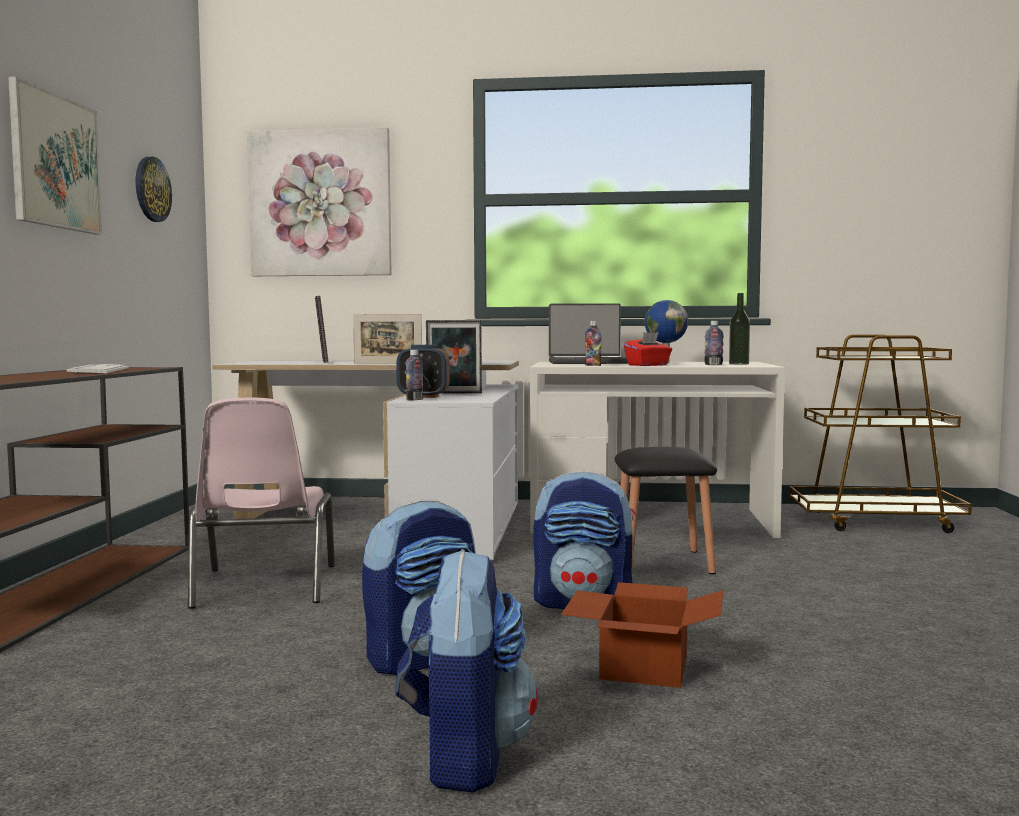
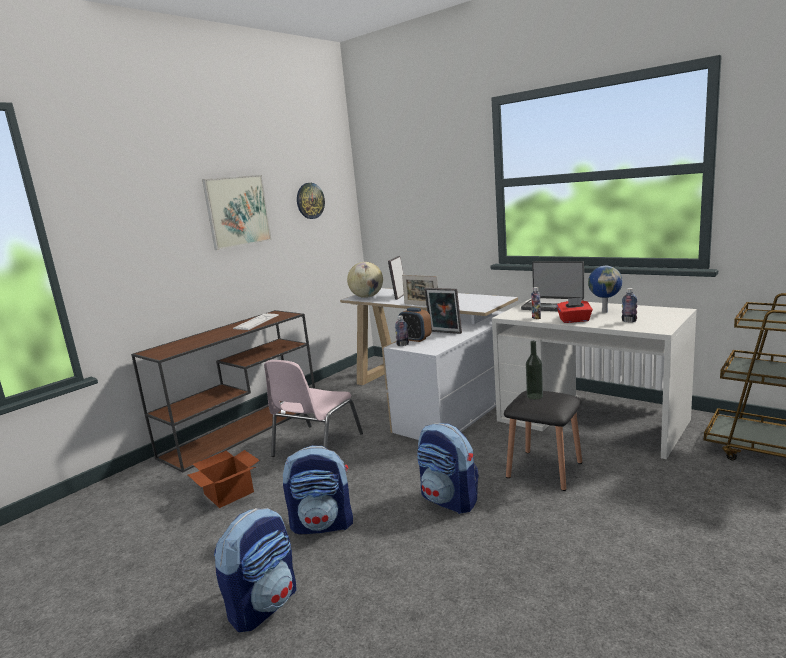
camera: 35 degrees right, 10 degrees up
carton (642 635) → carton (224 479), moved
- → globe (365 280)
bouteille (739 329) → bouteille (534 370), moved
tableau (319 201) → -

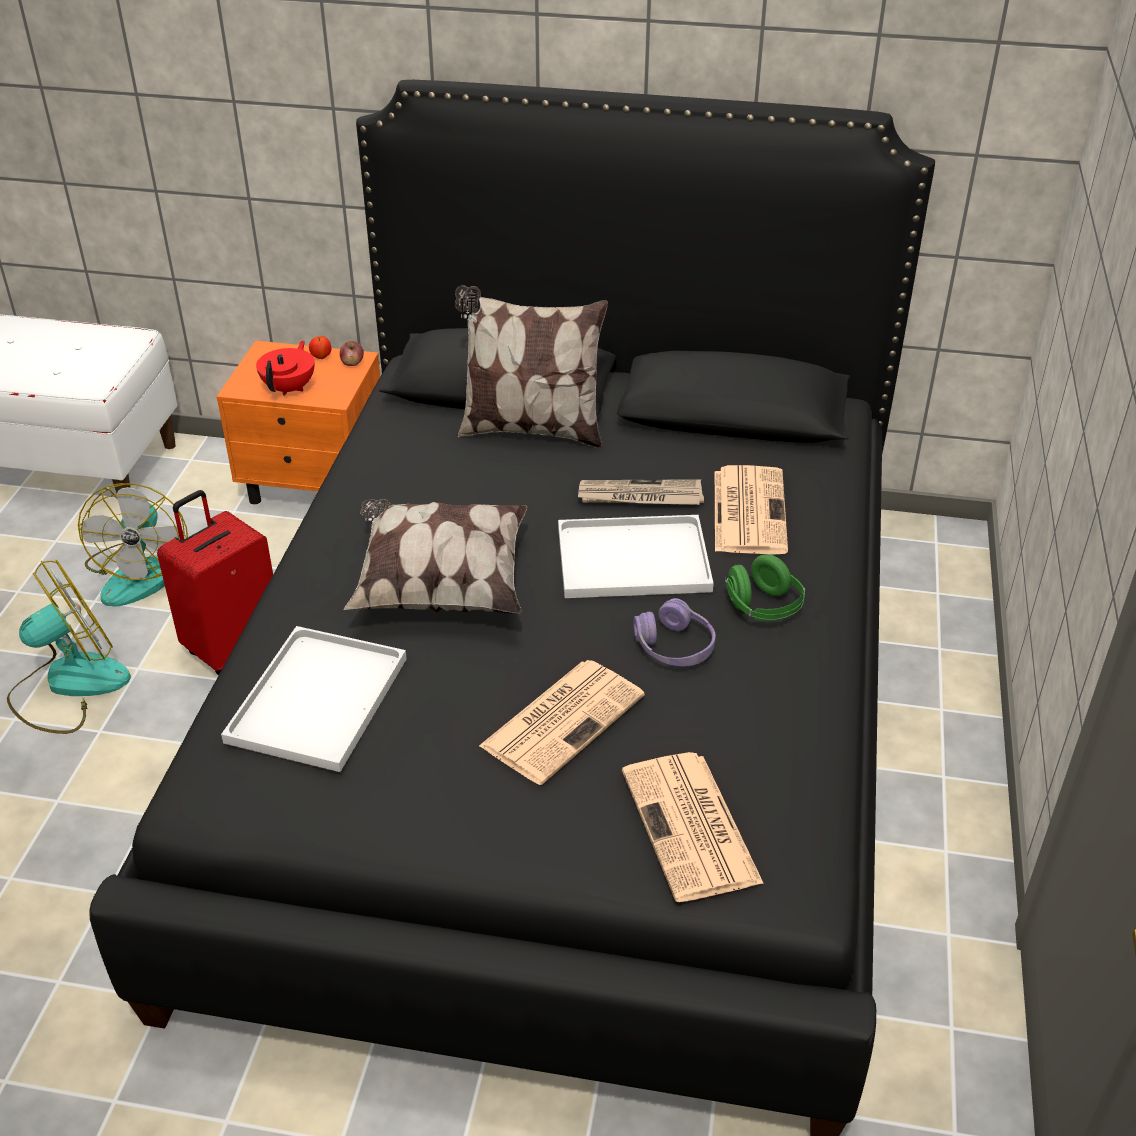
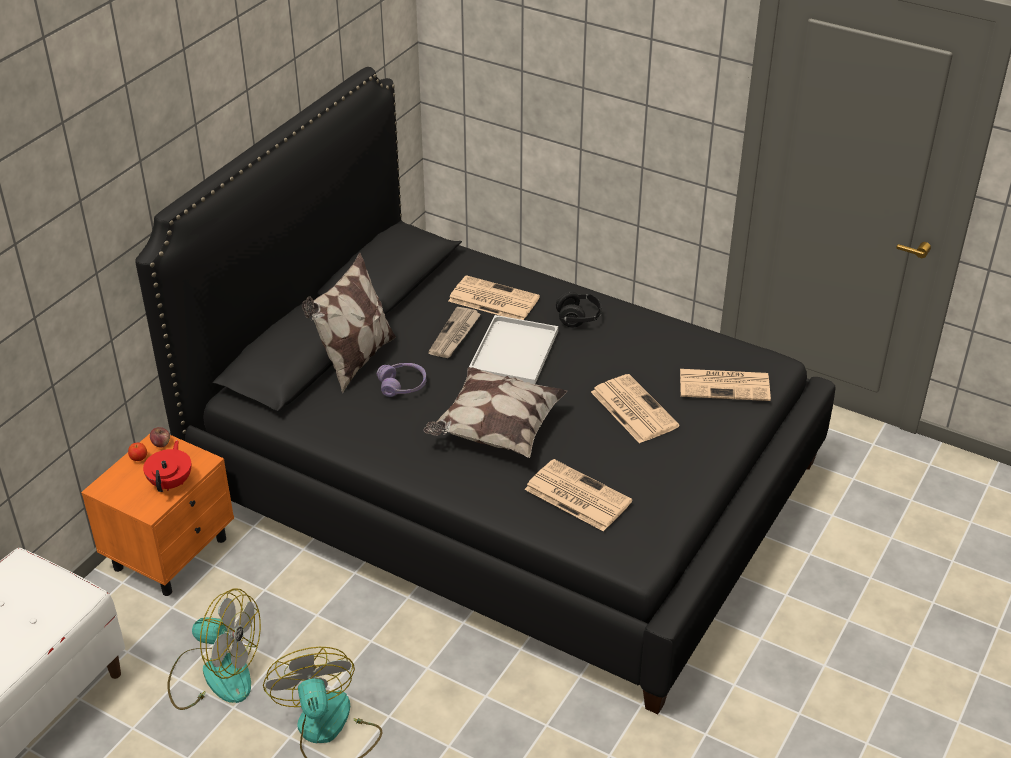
camera: 70 degrees left, 0 degrees up
théière/rouge (285 368) → théière/rouge (167 466), 60 degrees clockwise
casque audio/violet (674 632) → casque audio/violet (401 380), moved
plateau/blanc (314 699) → journal (578 495)
casque audio/vert (765 587) → casque audio/noir (579 309)
valise/rouge (215 582) → -

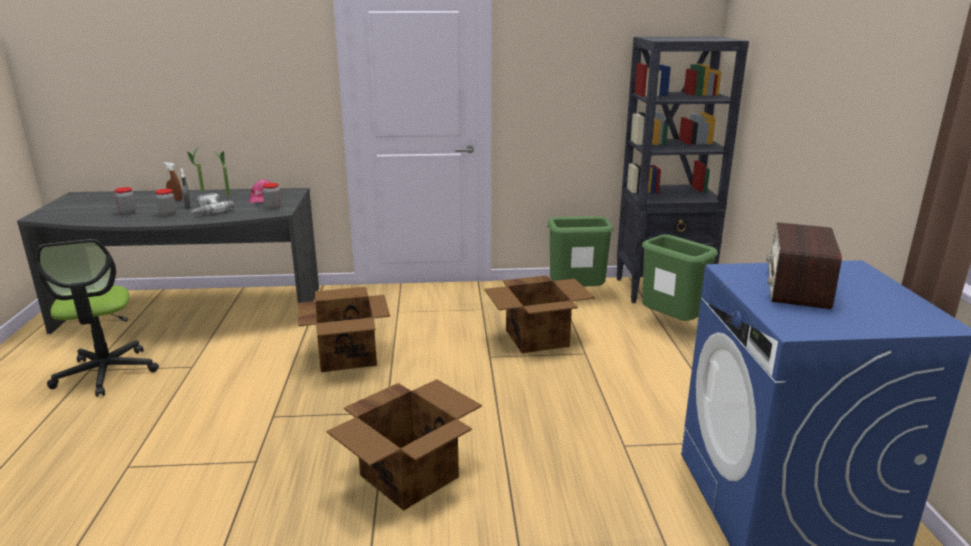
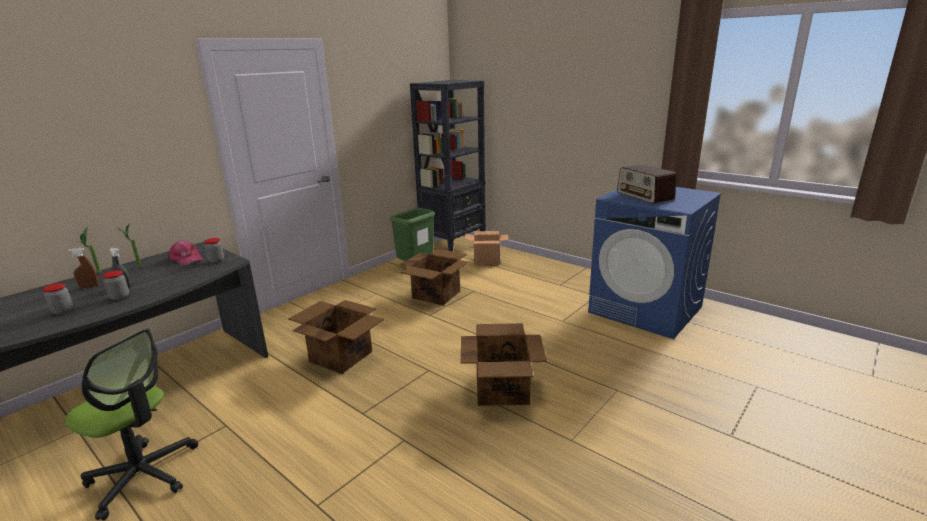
camera: 45 degrees left, 0 degrees up
poubelle/vert (680 277) → carton (487 248)
perceuse (213 203) → -

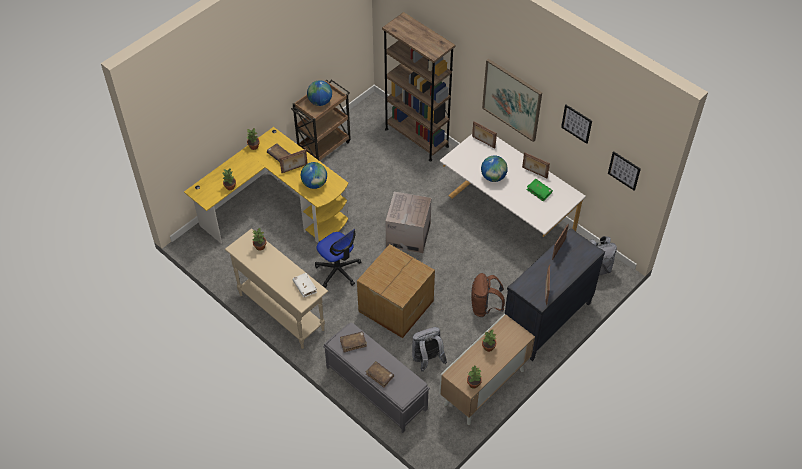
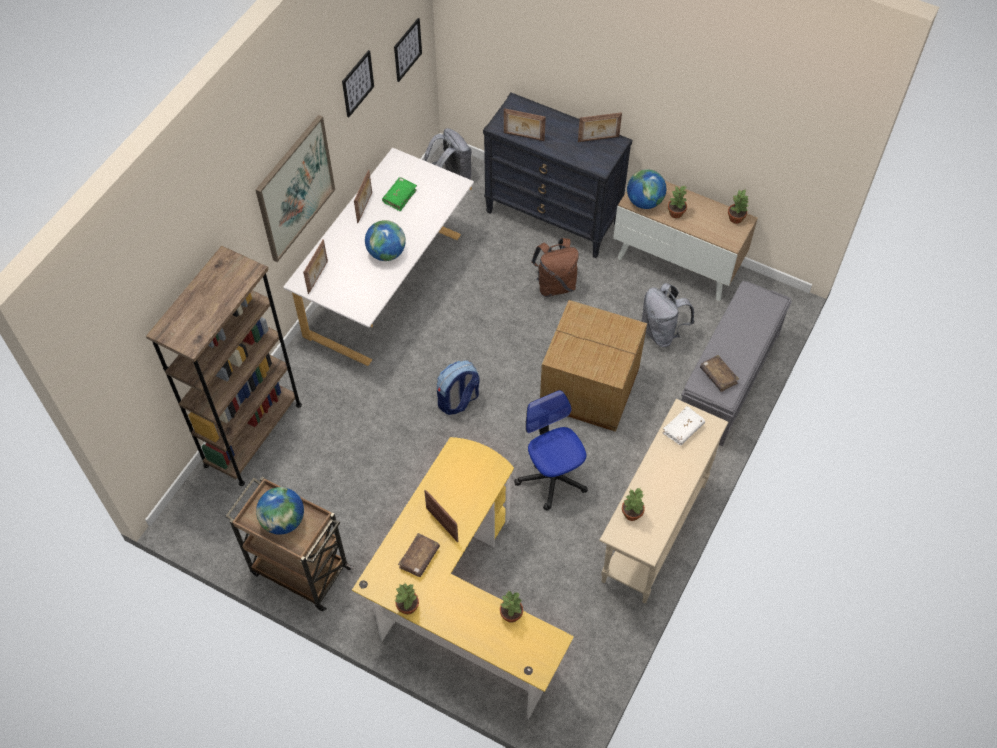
camera: 105 degrees left, 5 degrees up
carton (409 222) → sac à dos (458 387)
chaise de bureau (338 258) → chaise de bureau (551 450), 60 degrees counterclockwise
globe (314 175) → globe (646 189), moved
livre/marron (380 374) → -

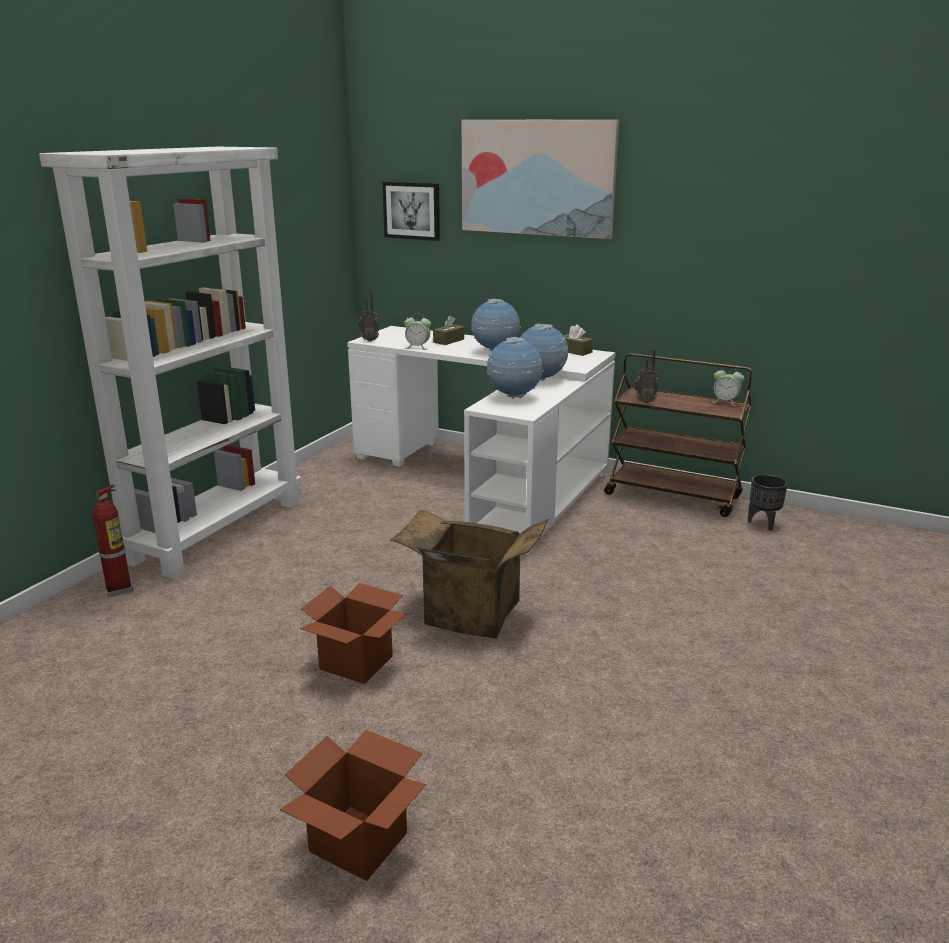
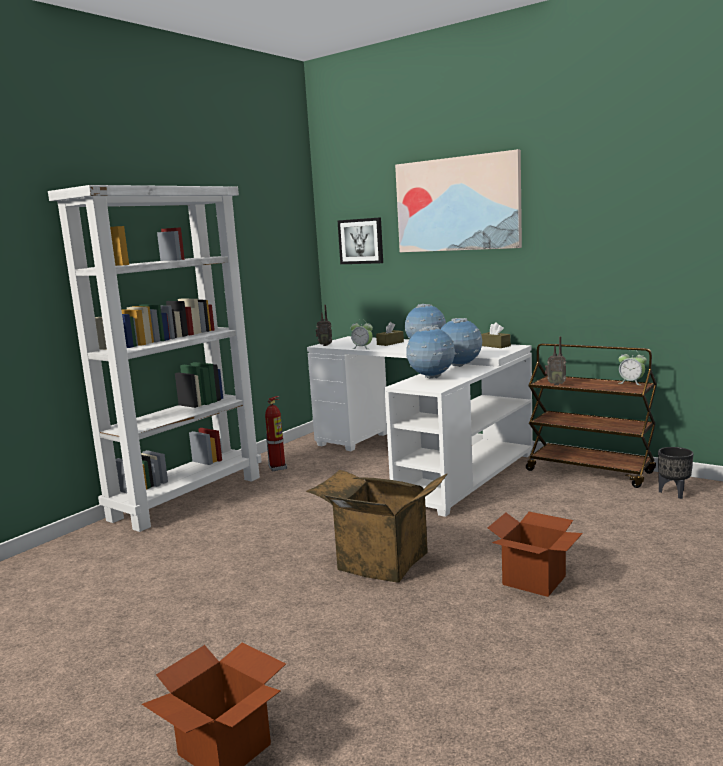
camera: 10 degrees right, 10 degrees down
extincteur (113 541) → extincteur (276 433), moved
carton (353 633) → carton (535 554), moved

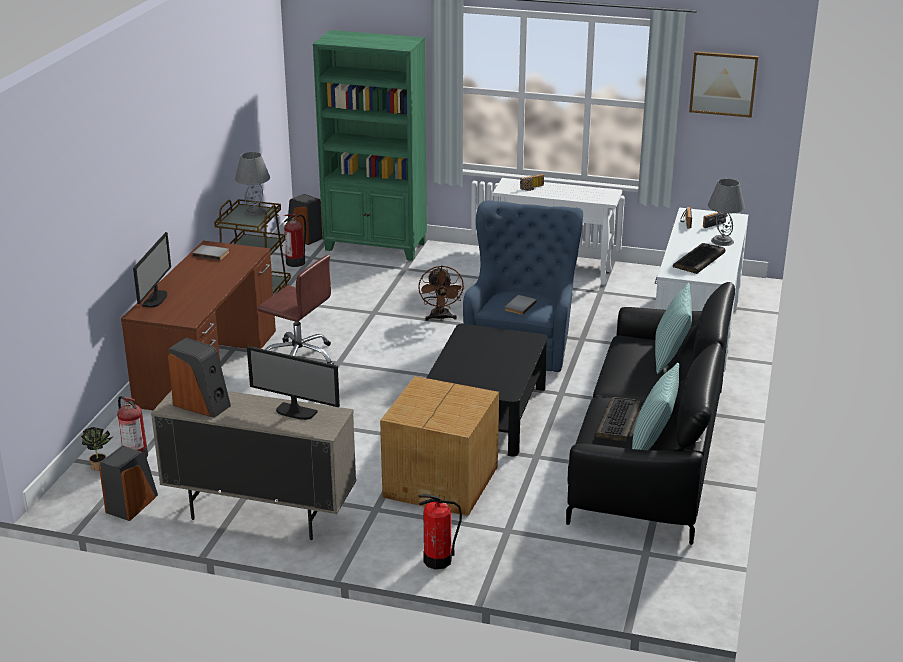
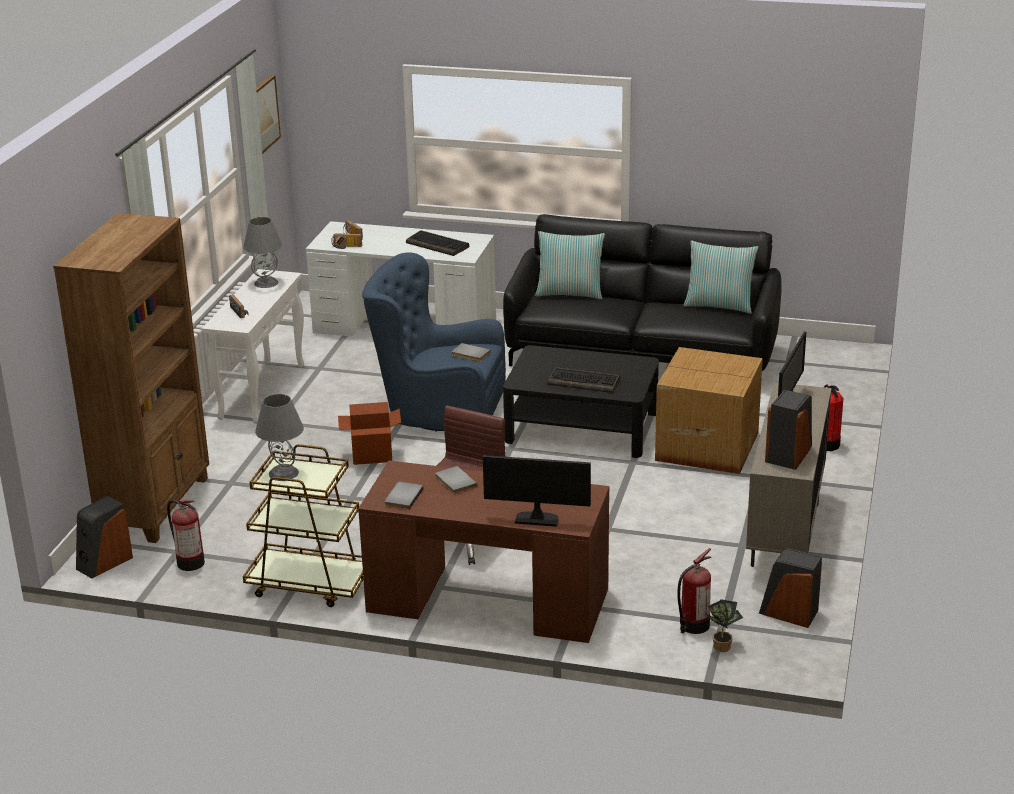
camera: 90 degrees left, 0 degrees up
bibliothèque/vert (370 145) → bibliothèque/marron (131 378)
lampe de table/gris (726 212) → lampe de table/gris (262 252), moved
ventilateur/marron (441 293) → carton (369 433)
- → livre/gris (456 480)
clavier (618 419) → clavier (584 380), moved

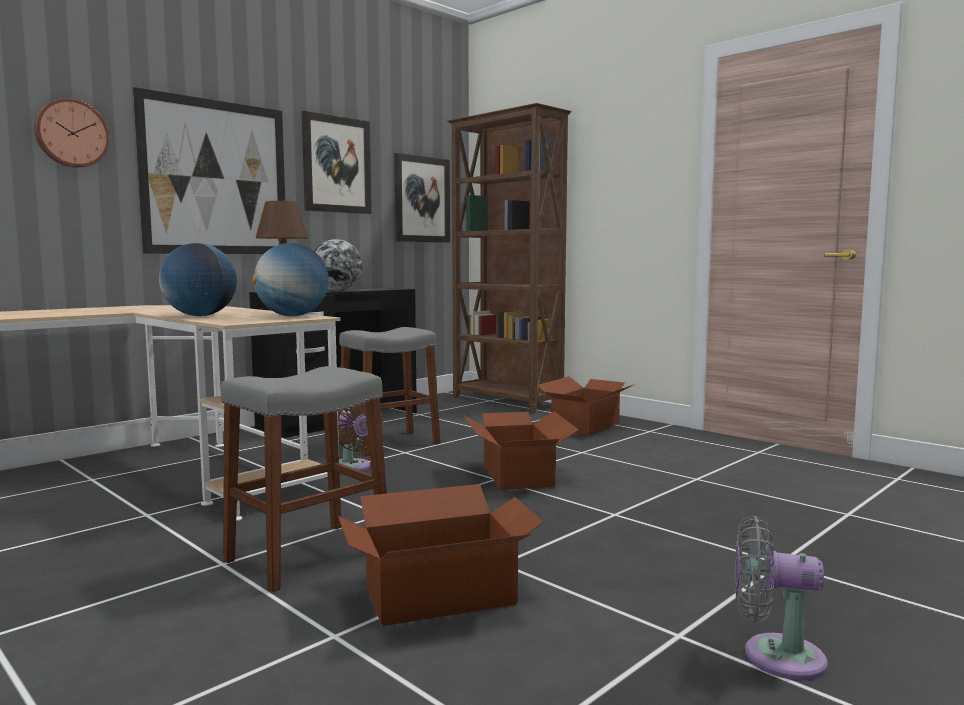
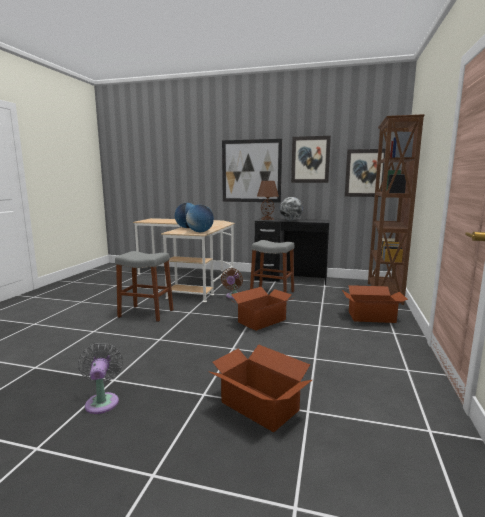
camera: 60 degrees right, 5 degrees up
carton (441 555) → carton (260 388), moved
horloge murale (72 133) → -

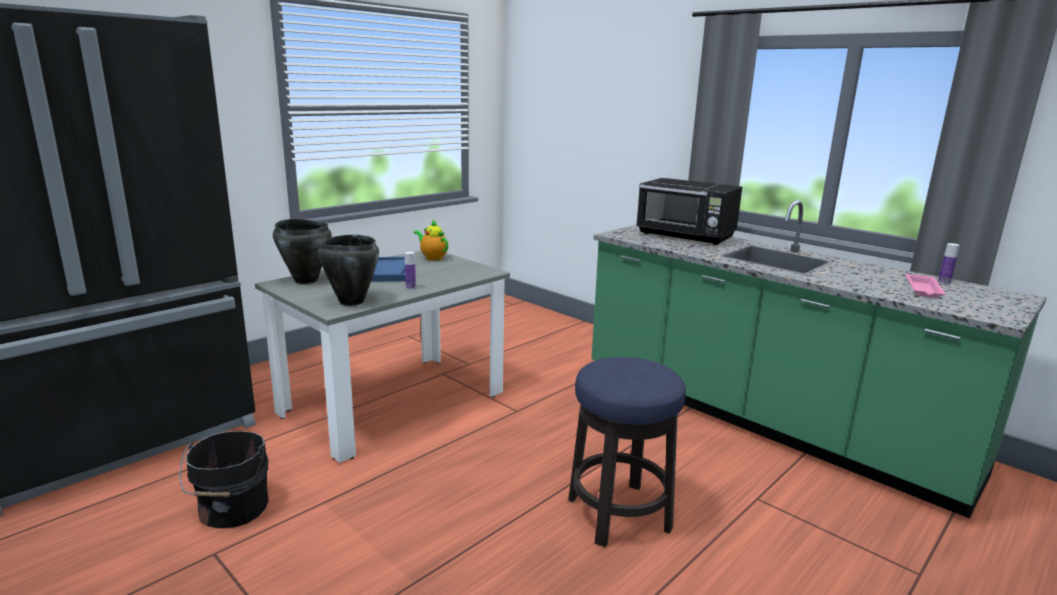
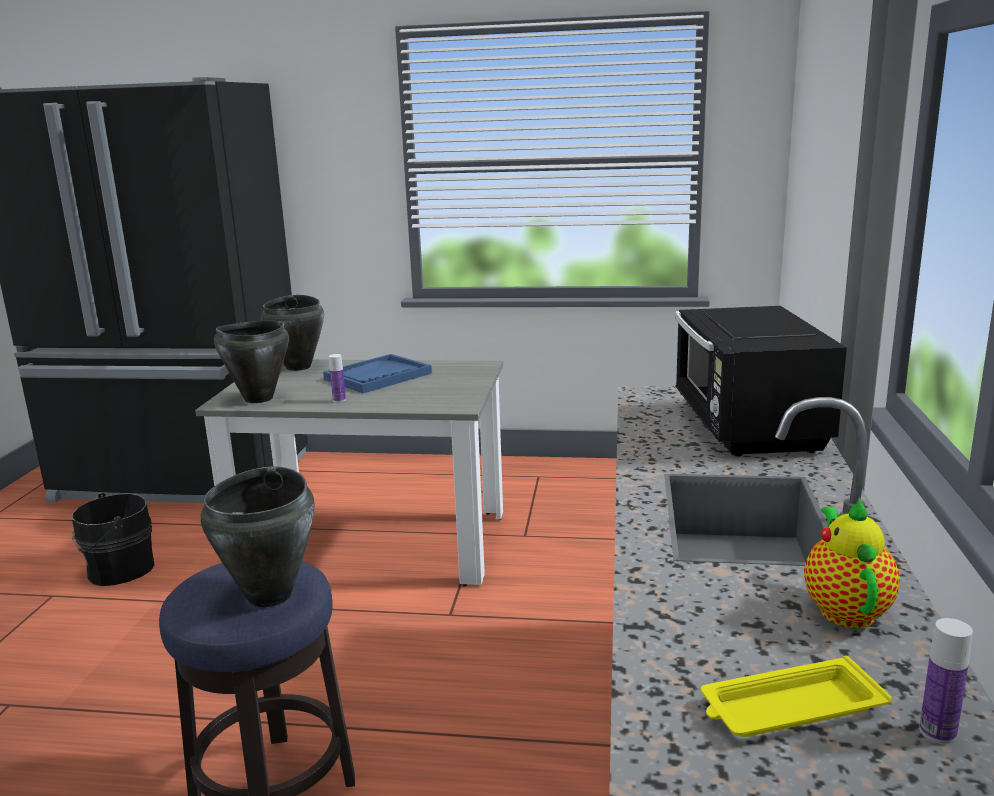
camera: 55 degrees right, 0 degrees up
- → marmite/noir (258 536)
plateau/rose (925 286) → plateau/jaune (796 696)
théière (431 240) → théière (852 563), moved

